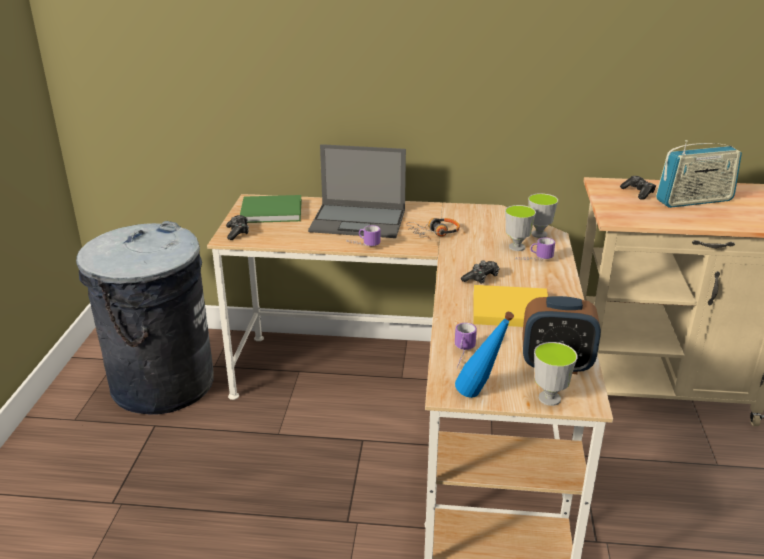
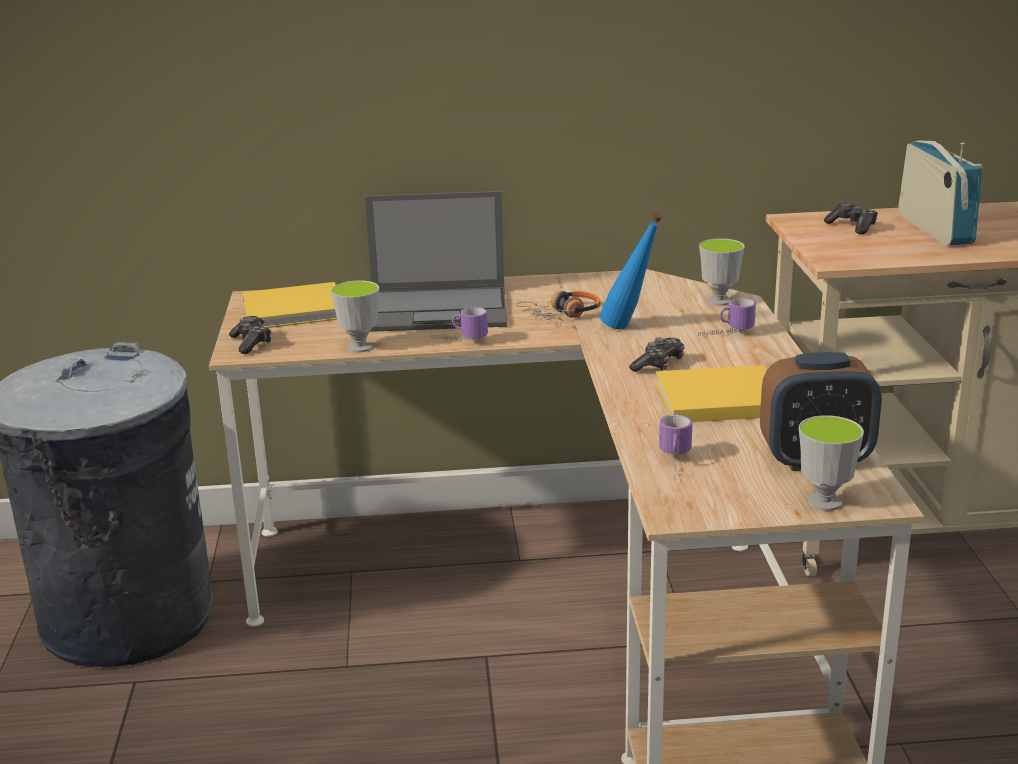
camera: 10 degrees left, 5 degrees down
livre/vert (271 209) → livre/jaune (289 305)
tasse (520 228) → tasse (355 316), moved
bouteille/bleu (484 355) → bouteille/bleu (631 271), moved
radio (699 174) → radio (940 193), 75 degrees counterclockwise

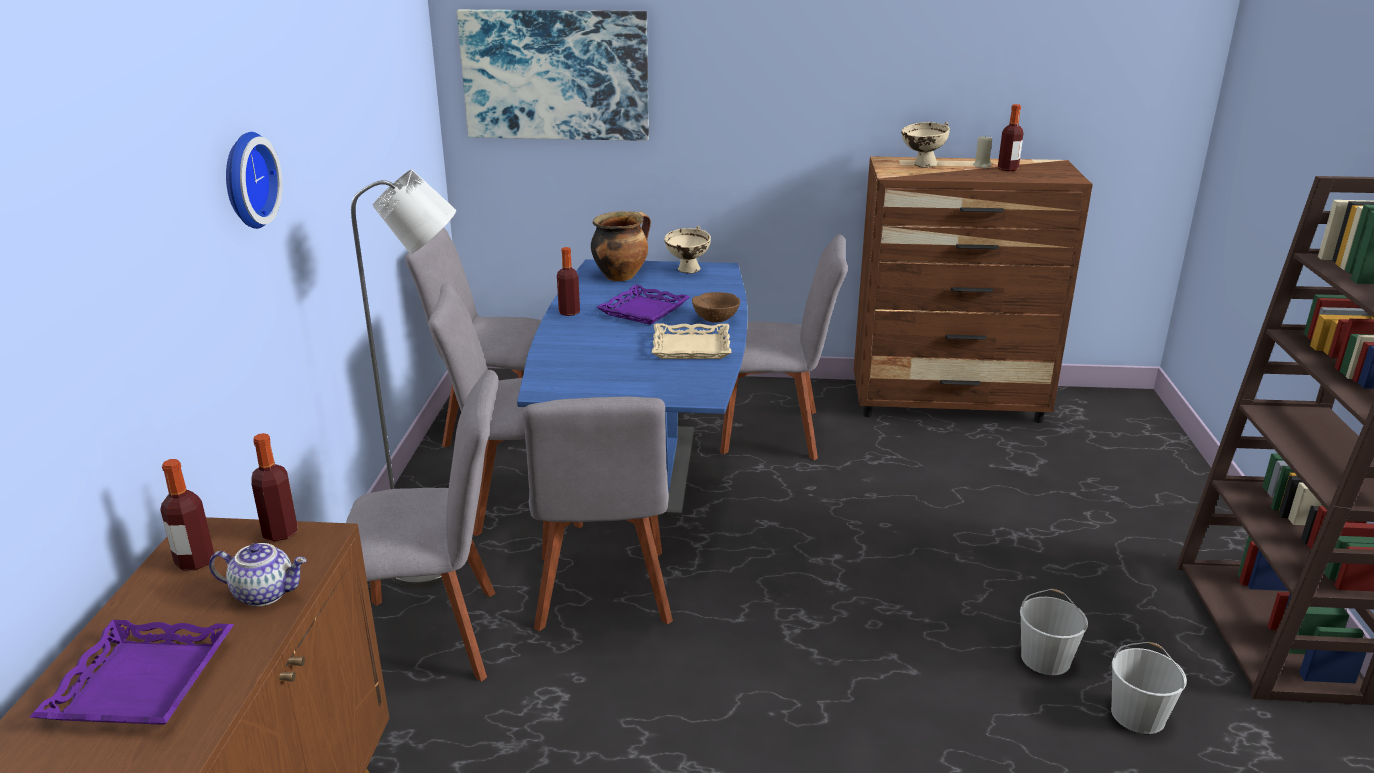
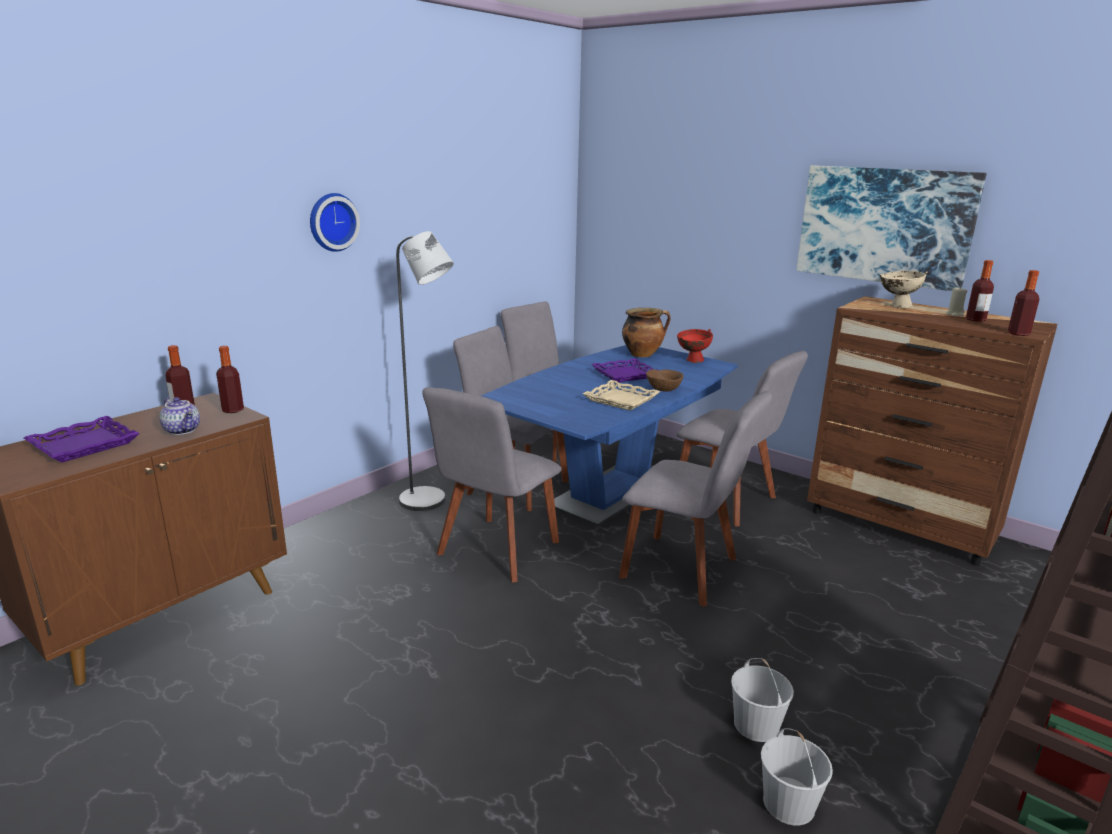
camera: 35 degrees right, 5 degrees down
chaise/gris (422 526) → chaise/gris (695 499), moved
bol/beige (687 249) → bol/rouge (695 346)
tableau (553 75) → tableau (891 228), moved
bouteille (568 281) → bouteille (1023 303), moved

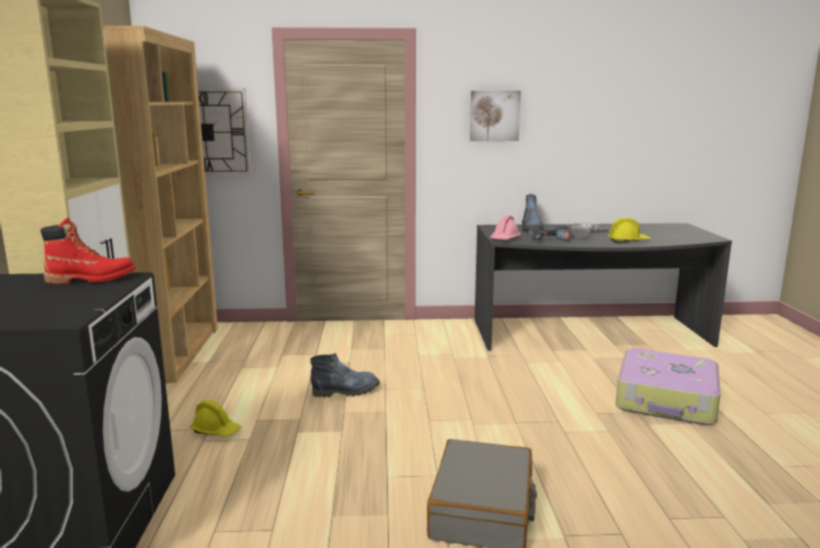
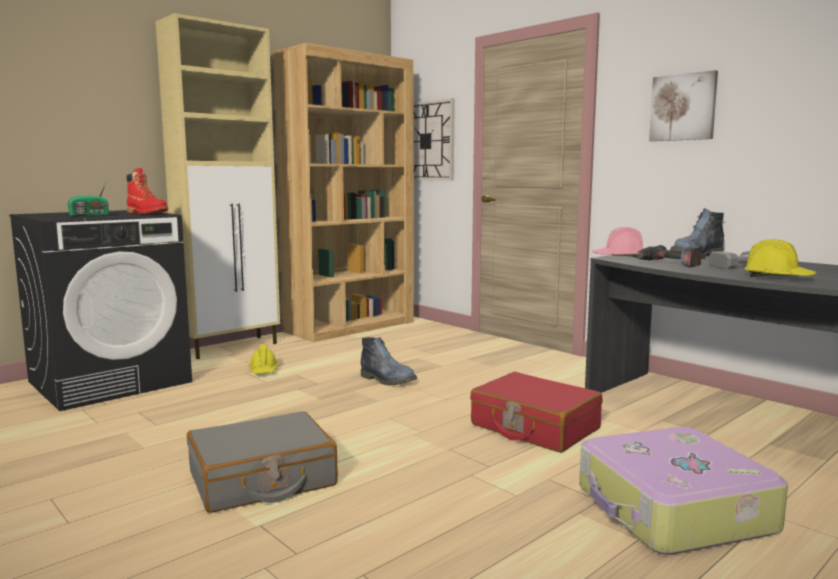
camera: 50 degrees right, 5 degrees down
- → radio (88 198)
- → valise/rouge (536 412)

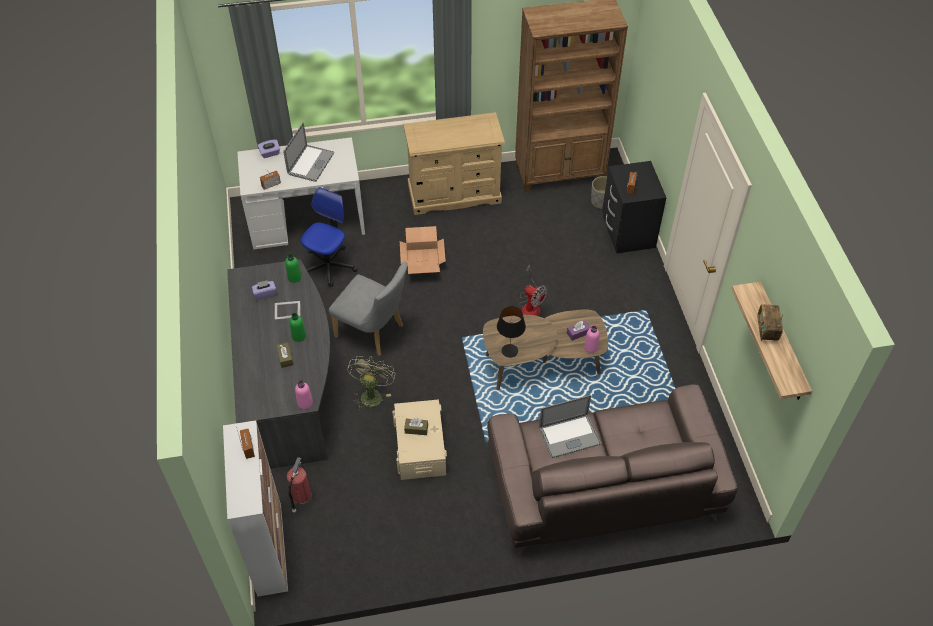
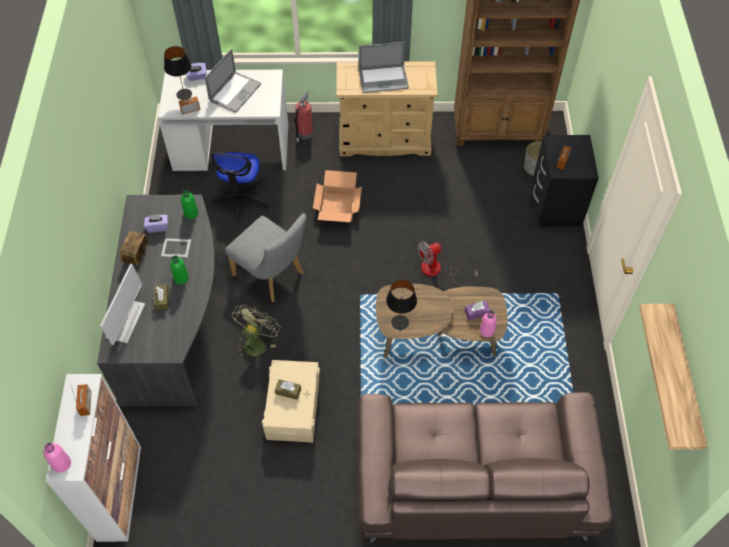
camera: 10 degrees right, 5 degrees up
bouteille/rose (304 394) → bouteille/rose (57 458), moved
- → écran d'ordinateur (122 304)
radio (770 323) → radio (133 248), moved
- → lampe de table/noir (178 73)
chaise de bureau (329 237) → chaise de bureau (241 186), 150 degrees clockwise
extincteur (299 485) → extincteur (304 116), moved
ordinateur portable (570 426) → ordinateur portable (384 67), moved
ventilateur (533 290) → ventilateur (448 263), 105 degrees clockwise

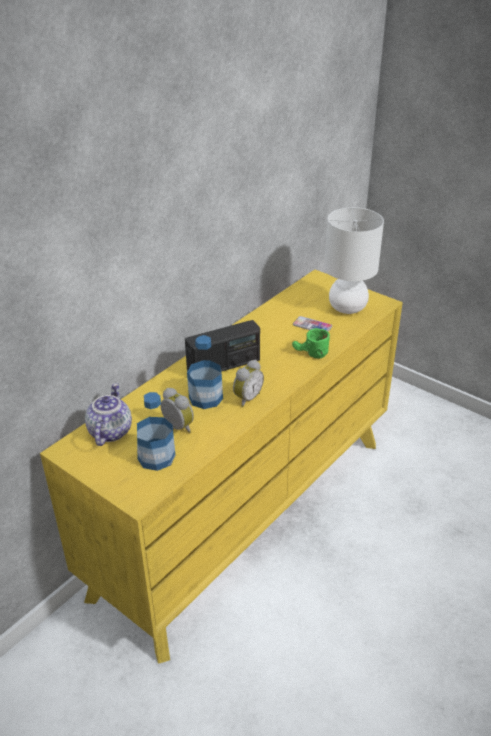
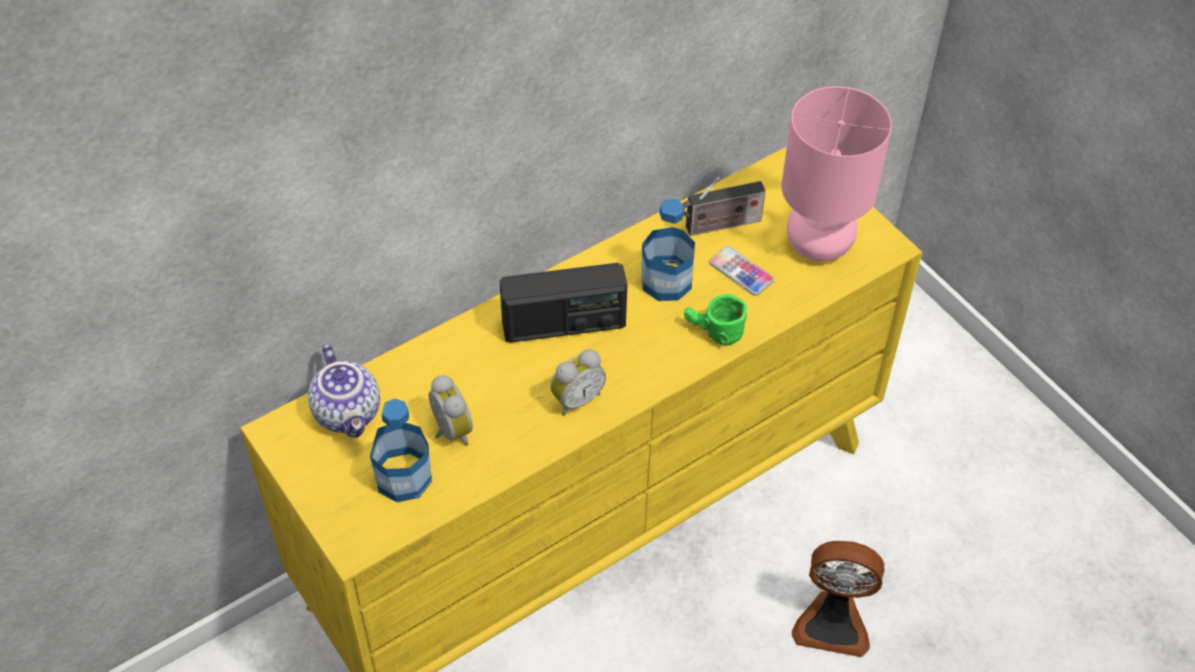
camera: 15 degrees right, 15 degrees up
théière (108 414) → théière (344 391), 135 degrees clockwise
bouteille (205 372) → bouteille (668 250), moved
- → radio (724 206)
lampe de table/blanc (354 260) → lampe de table/rose (836 173)
- → ventilateur (838 599)

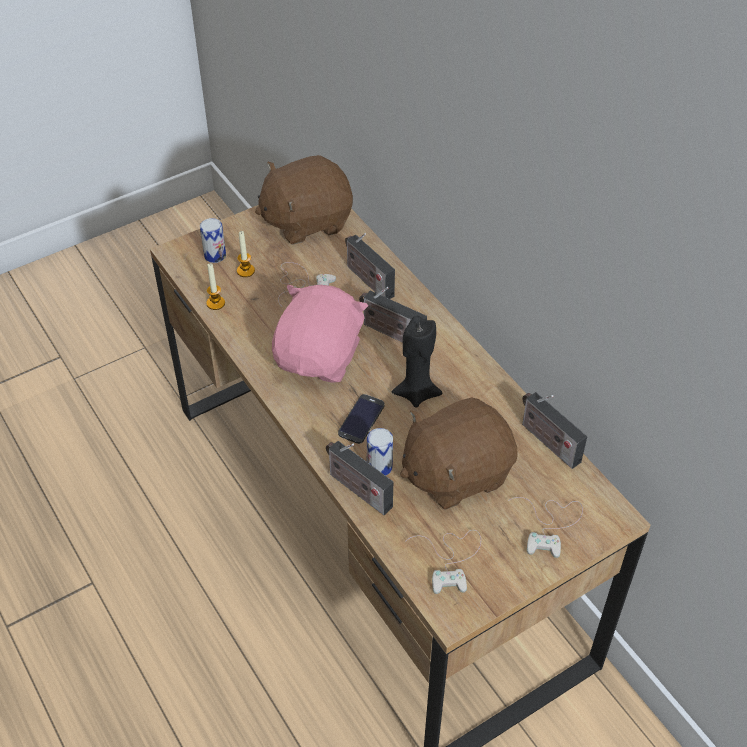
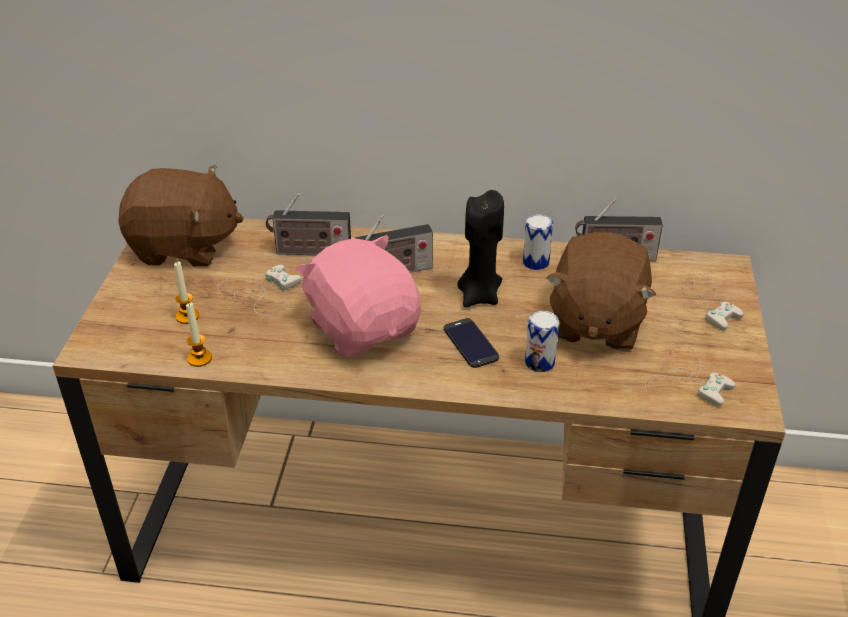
camera: 50 degrees left, 10 degrees down
peluche/marron (304 200) → peluche/marron (181 216), 105 degrees counterclockwise
boîte métallique (213 240) → boîte métallique (538 242), moved
radio (359 478) → -

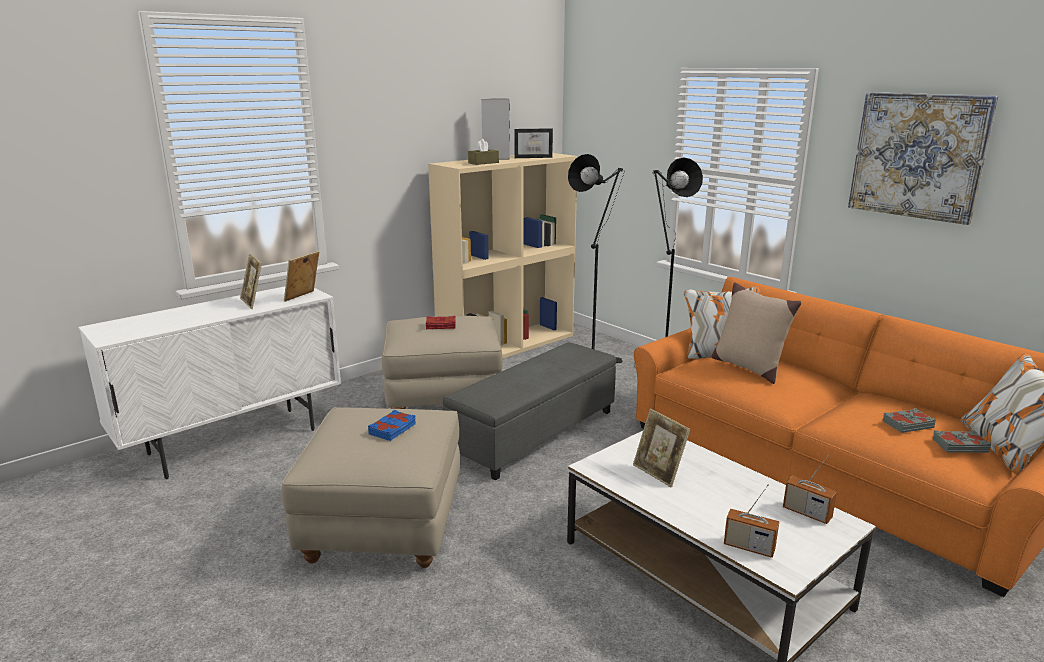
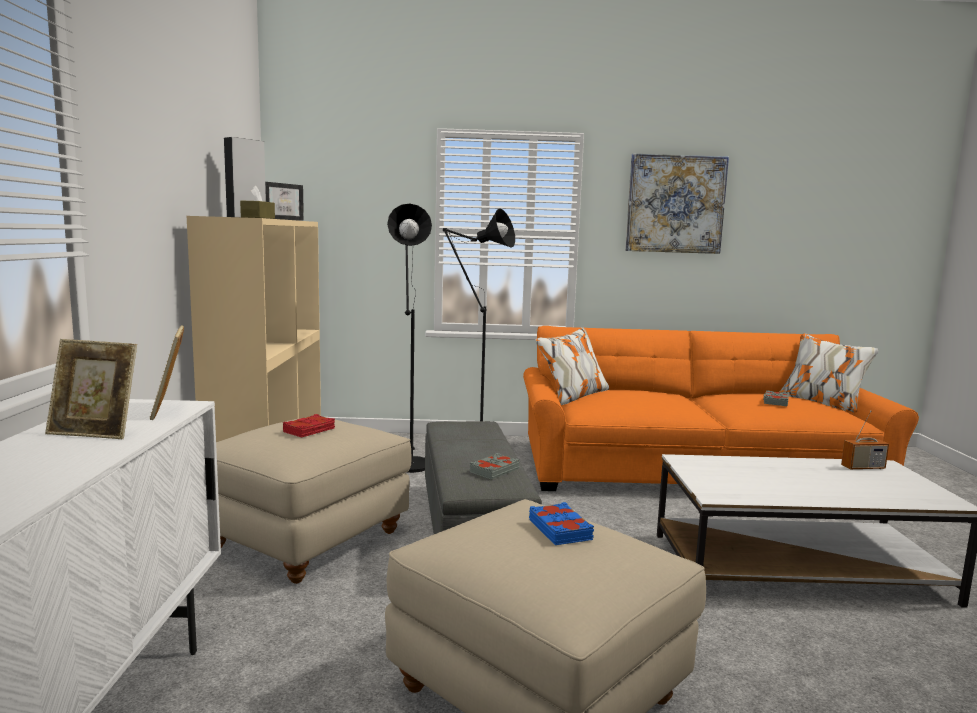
camera: 50 degrees left, 10 degrees down
livre/gris (961 441) → livre/gris (494 466), moved
cadre photo (661 448) → -
coussin/beige (756 333) → -
radio (751 521) → -

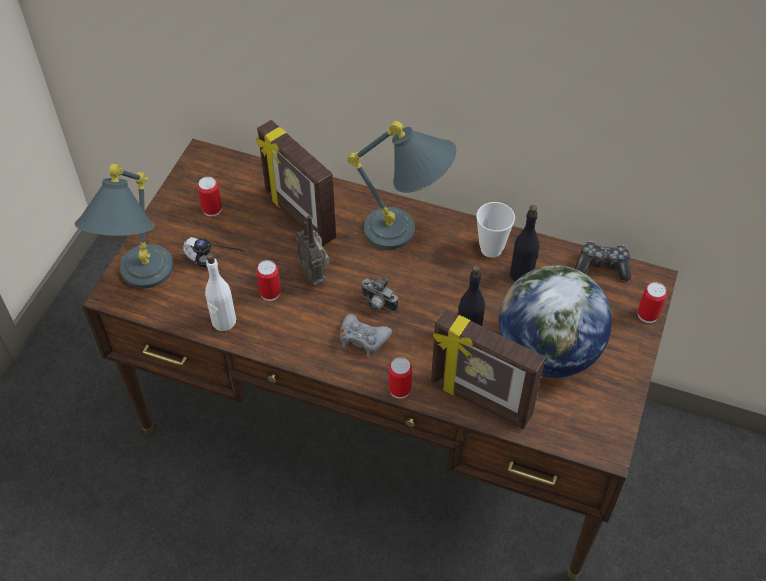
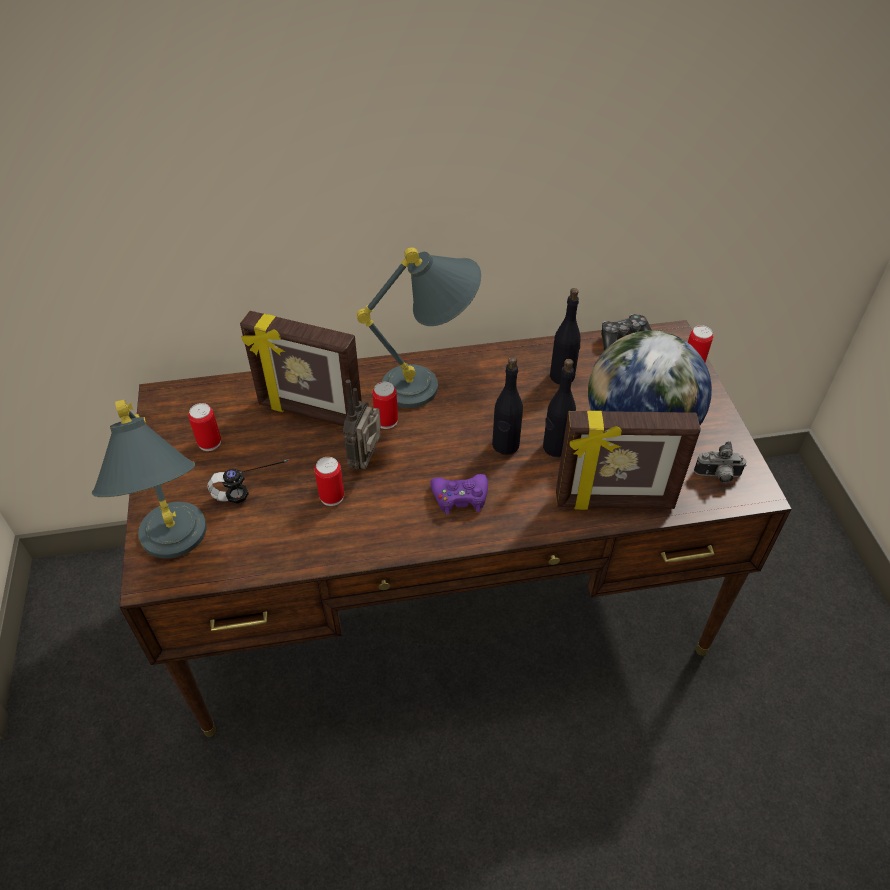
camera: 30 degrees left, 5 degrees down
radio (313 251) → radio (362 425), 75 degrees clockwise
boîte métallique (400 378) → boîte métallique (385 405), moved
manette/gris (366 335) → manette/violet (459 494)
- → bouteille/noir (507 405)
appareil photo (379 294) → appareil photo (720 462), moved
bouteille/blanc (220 292) → -
tasse (495 230) → -

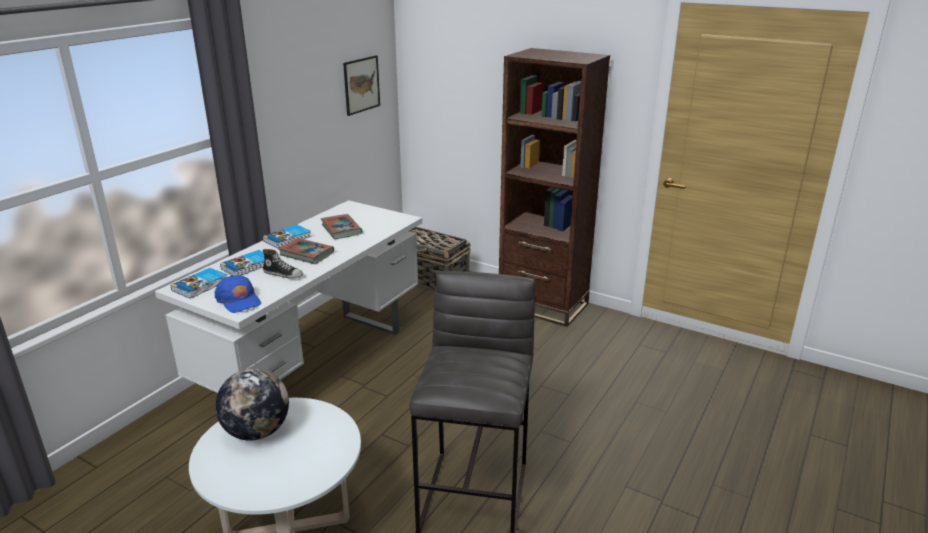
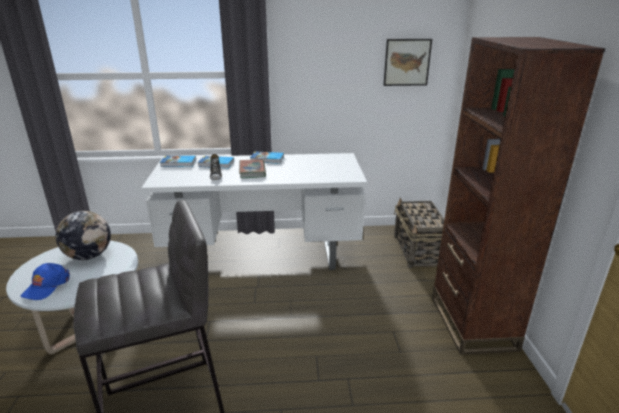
camera: 55 degrees right, 0 degrees up
casquette/bleu (238 294) → casquette/bleu (45 281), moved
livre (342 226) → -

